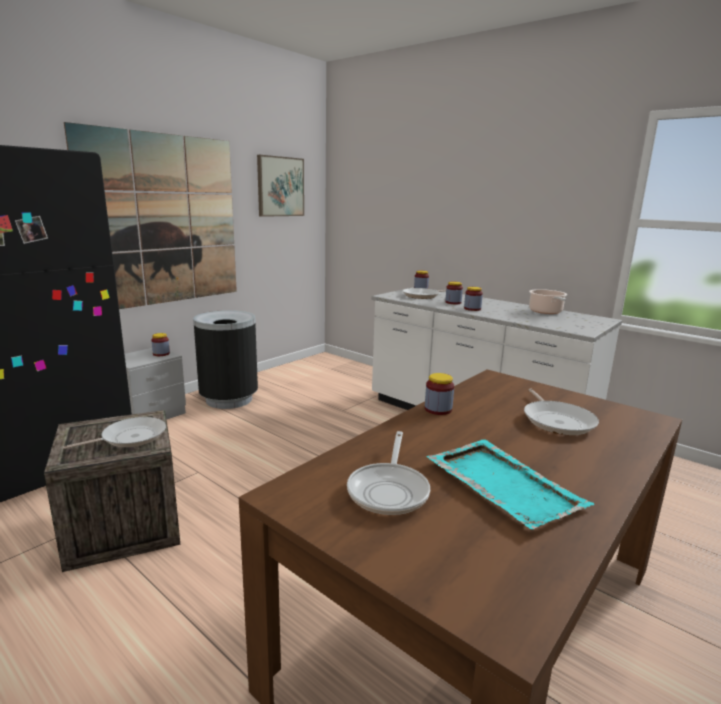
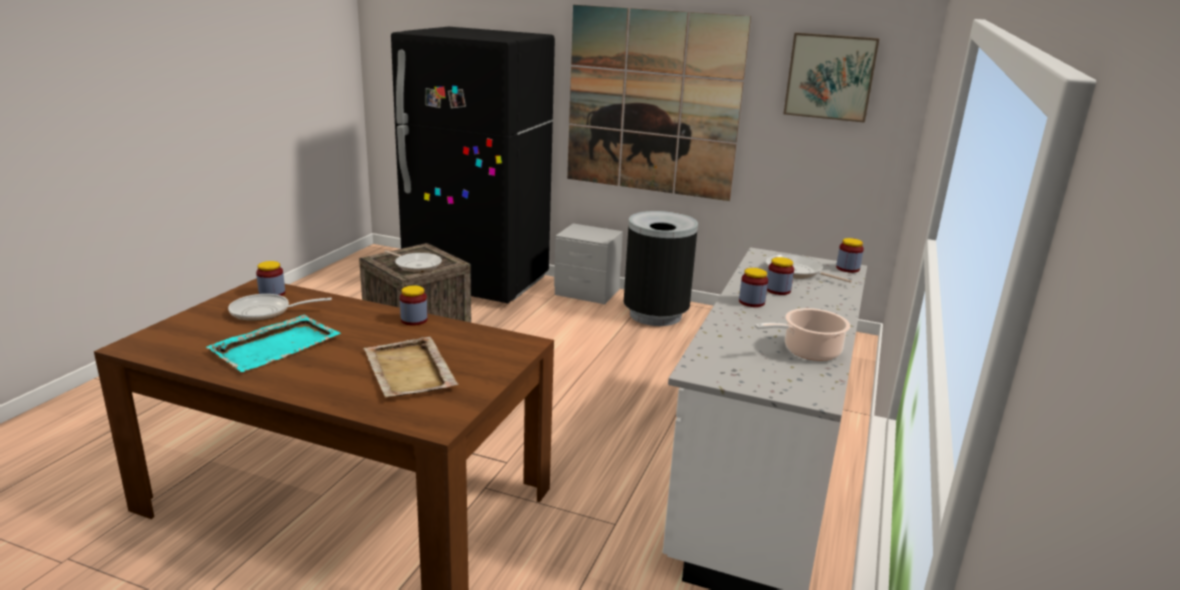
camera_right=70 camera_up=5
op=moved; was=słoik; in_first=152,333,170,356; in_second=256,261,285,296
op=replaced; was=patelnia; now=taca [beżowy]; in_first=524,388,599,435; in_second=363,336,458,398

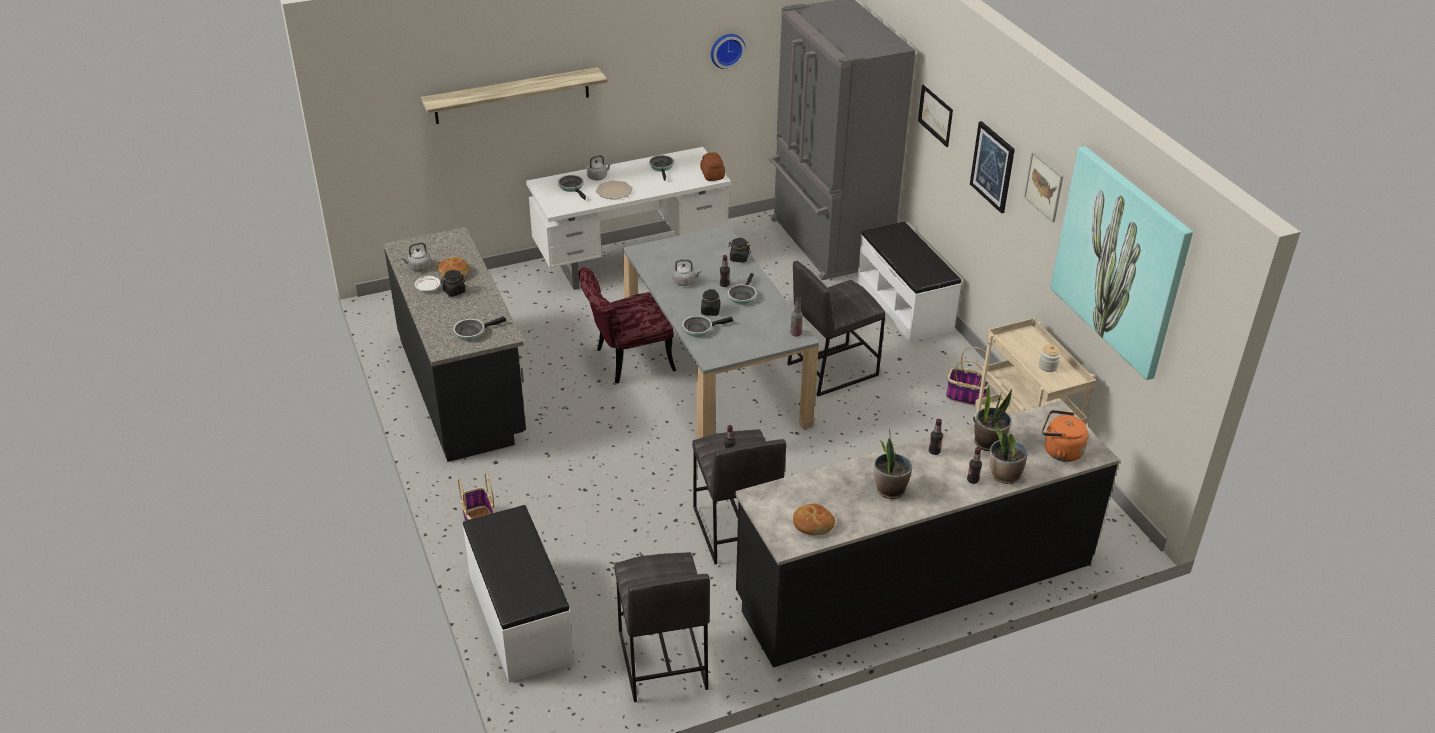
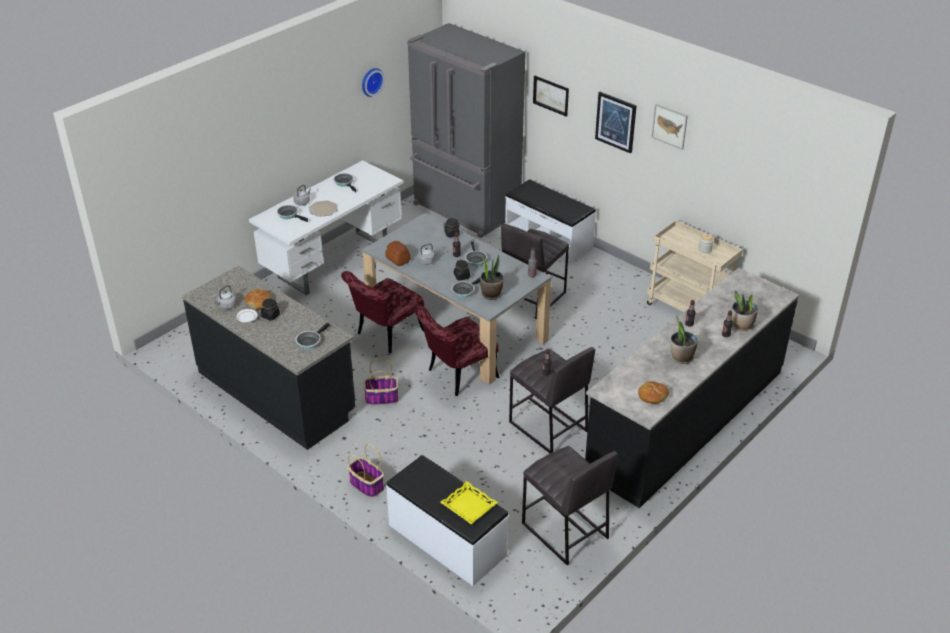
camera_right=-25 camera_up=0
op=removed; was=półka; in_first=421,67,607,124
op=removed; was=czajnik [pomarańczowy]; in_first=1042,410,1088,462
op=removed; was=obraz; in_first=1051,146,1193,380
op=added; now=krzesło [czerwony]; in_second=415,305,500,396
op=added; now=taca [żółty]; in_second=440,481,498,524
op=moved; was=chleb; in_first=700,152,725,181; in_second=385,241,411,266
op=moved; was=koszyk; in_first=946,347,990,406; in_second=363,358,398,405
op=moved; was=roślina doniczkowa; in_first=974,383,1012,451; in_second=480,254,504,300

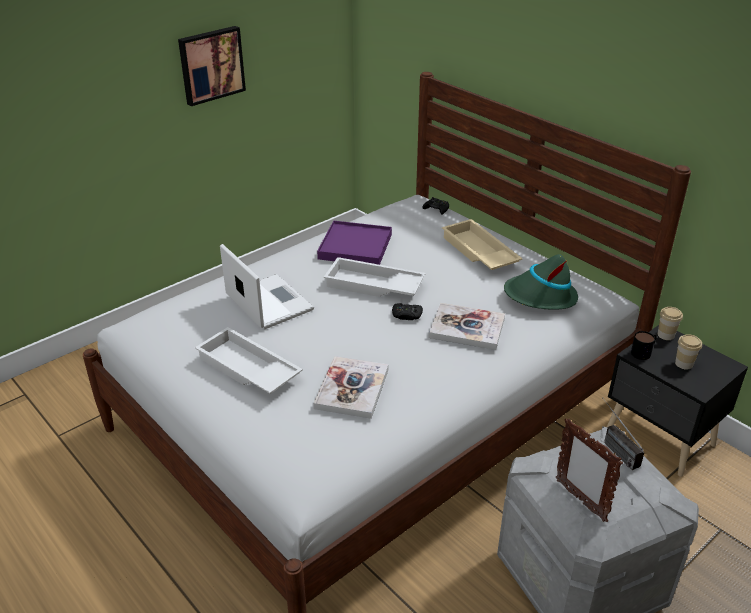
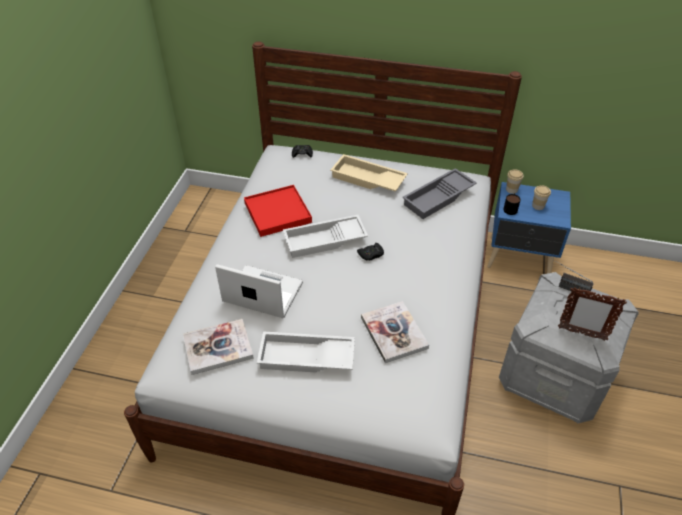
camera_right=-35 camera_up=10
op=removed; was=obraz; in_first=178,26,246,106
op=moved; was=książka; in_first=428,303,505,350; in_second=183,319,254,375
op=replaced; was=kapelusz [zielony]; now=taca [szary]; in_first=504,254,578,310; in_second=402,168,477,219
op=recoloured; was=taca [fioletowy]; now=taca [czerwony]; in_first=317,221,392,265; in_second=244,185,312,237
op=recoloured; was=szafka nocna [czarny]; now=szafka nocna [niebieski]; in_first=607,325,748,477; in_second=487,182,571,274

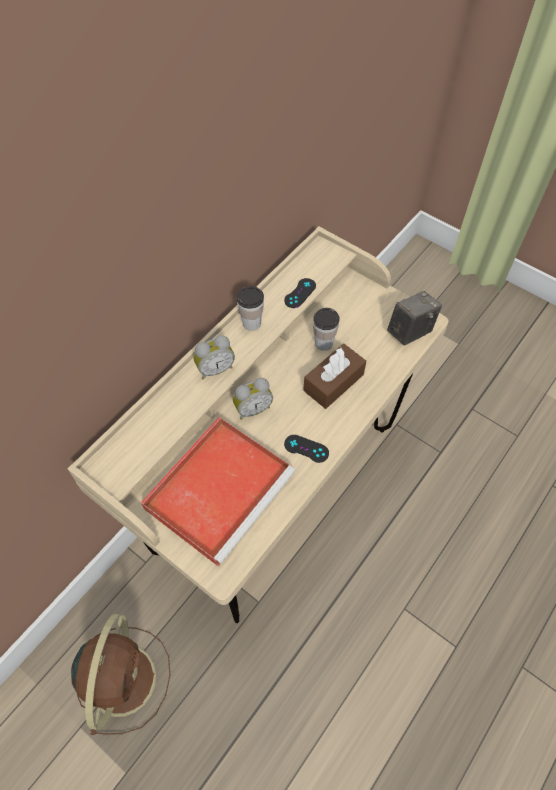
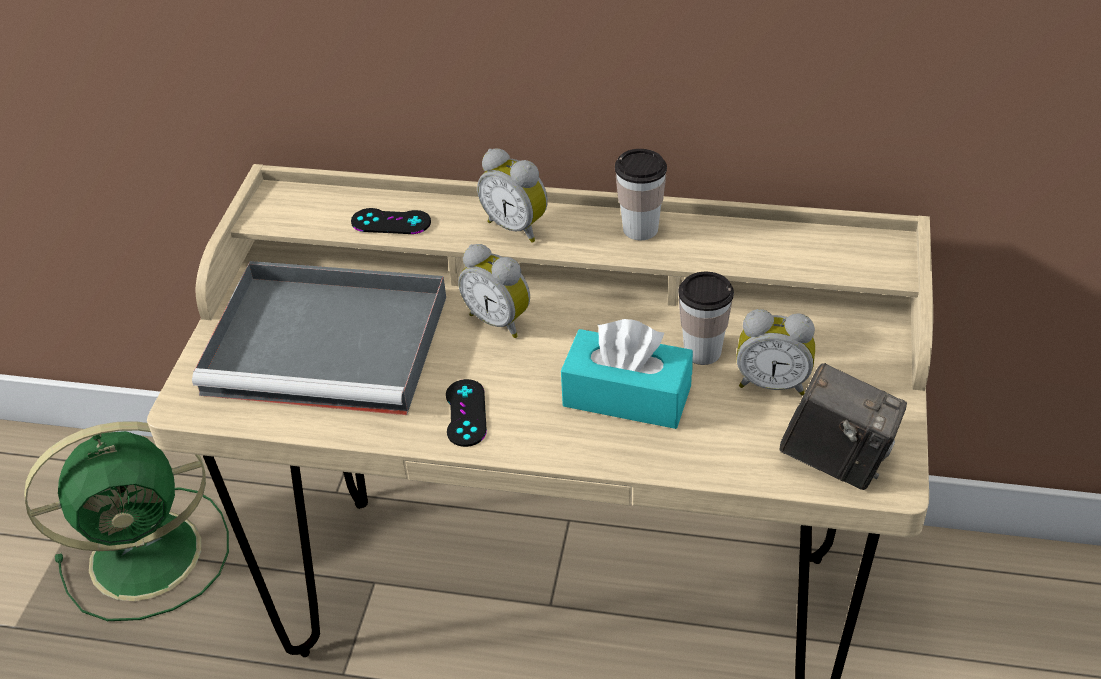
camera_right=65 camera_up=-15
op=added; now=budzik; in_second=736,309,815,395
op=moved; was=pad do gier [czarny]; in_first=284,278,316,308; in_second=351,208,431,234
op=recoloured; was=wentylator [brązowy]; now=wentylator [zielony]; in_first=71,614,170,735; in_second=24,421,229,621
op=recoloured; was=taca [czerwony]; now=taca [szary]; in_first=141,417,295,567; in_second=192,261,446,415
op=recoloured; was=pudełko chusteczek [brązowy]; now=pudełko chusteczek [turkusowy]; in_first=303,344,366,409; in_second=561,319,693,429

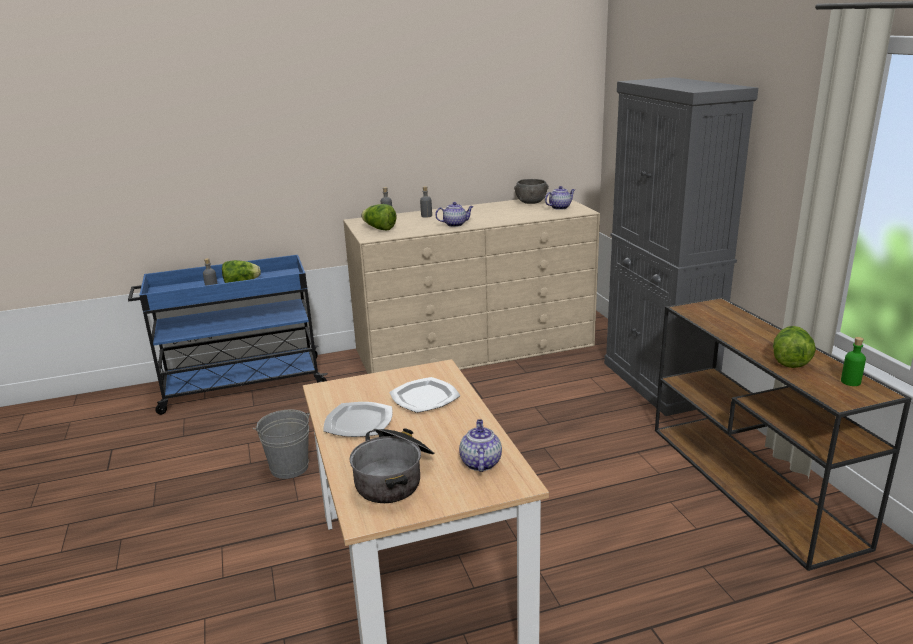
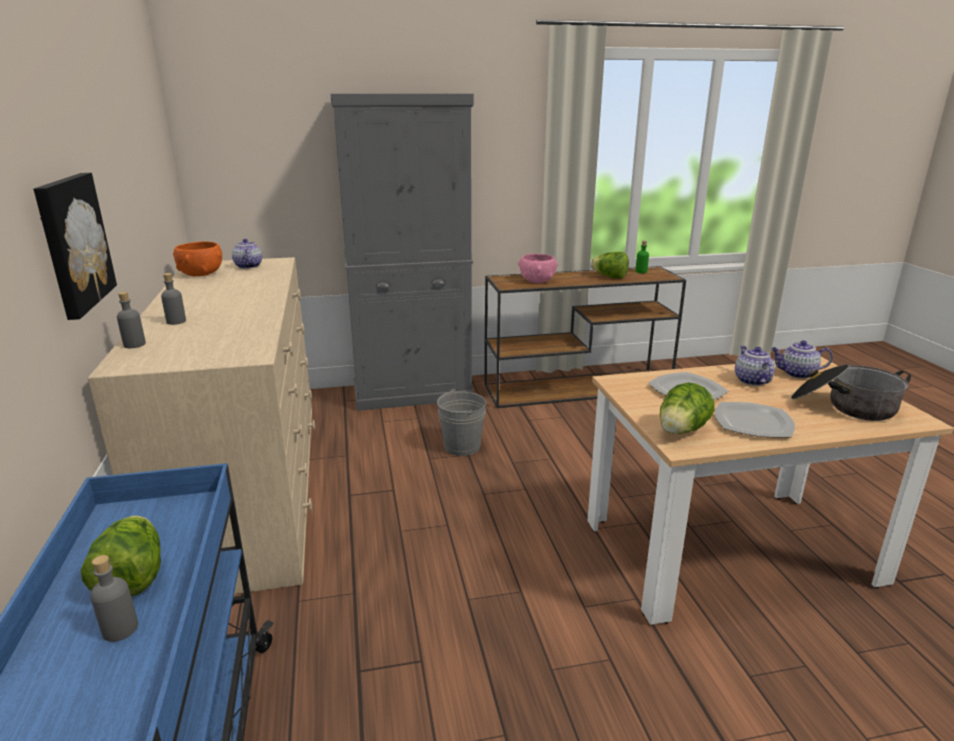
camera_right=-85 camera_up=0
op=added; now=obraz; in_second=33,173,117,320
op=added; now=miska [różowy]; in_second=518,254,558,283
op=moved; was=wiadro [szary]; in_first=253,410,310,479; in_second=437,389,486,456
op=moved; was=sałata; in_first=361,204,396,231; in_second=660,382,715,434
op=moved; was=imbryk; in_first=435,202,474,227; in_second=735,346,775,386
op=recoloured; was=miska [szary]; now=miska [pomarańczowy]; in_first=514,179,549,204; in_second=173,241,222,276

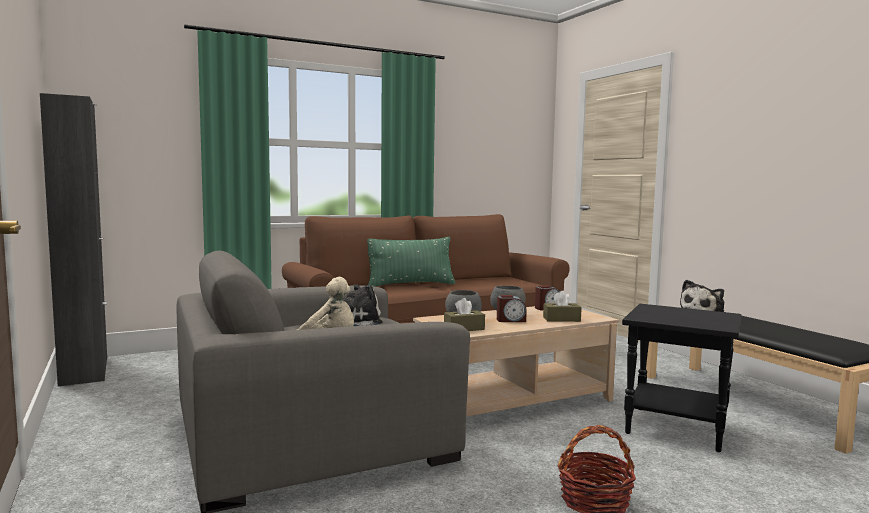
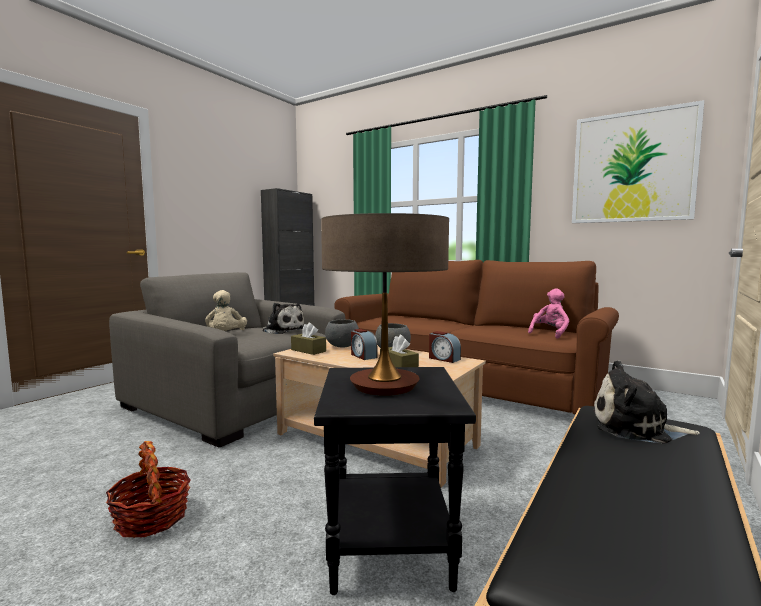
camera_right=60 camera_up=0
op=removed; was=poduszka [zielony]; in_first=367,237,456,287
op=added; now=lampa stołowa; in_second=321,213,449,396
op=added; now=pluszak [różowy]; in_second=528,288,570,339
op=added; now=obraz; in_second=572,100,705,223

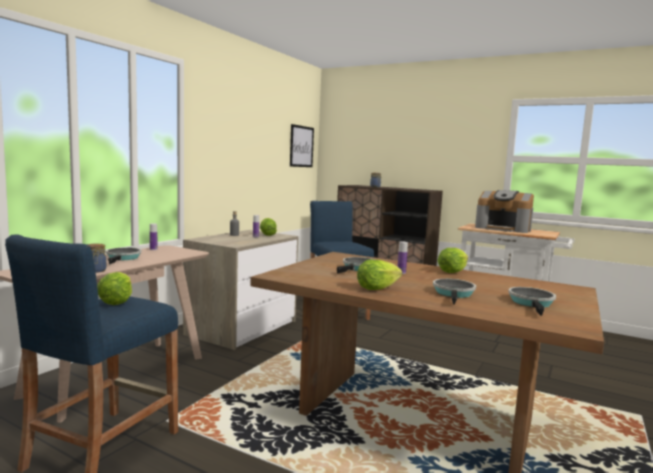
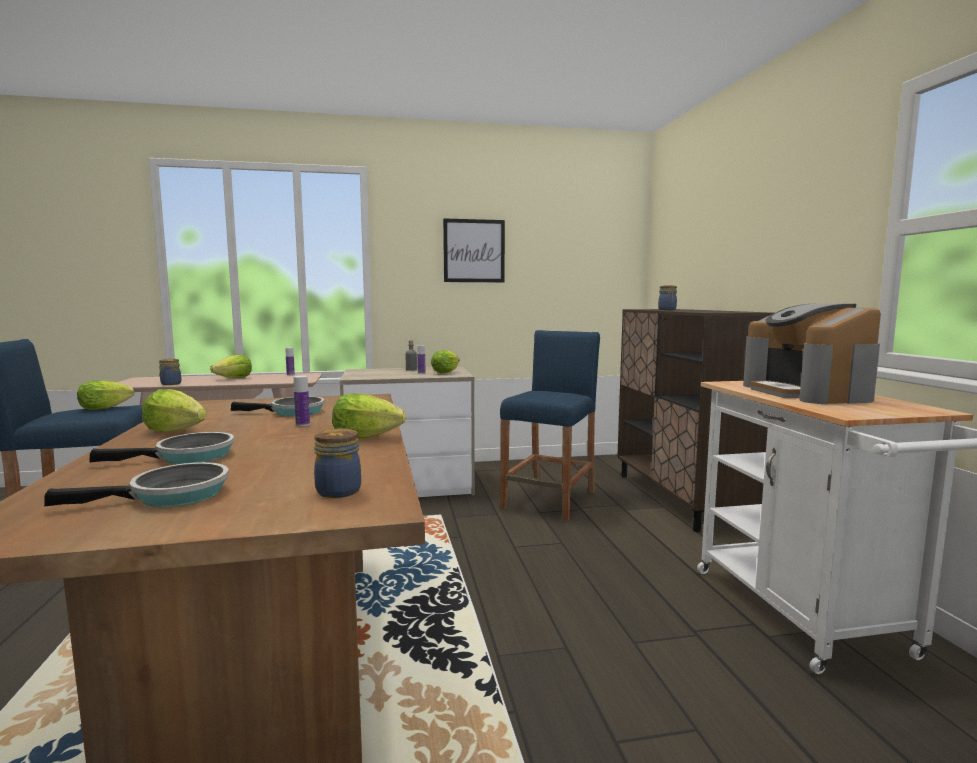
camera_right=50 camera_up=0
op=added; now=słoik; in_second=314,429,361,498
op=moved; was=obraz; in_first=290,124,314,167; in_second=443,218,505,282
op=replaced; was=patelnia; now=sałata; in_first=106,248,142,264; in_second=210,355,252,378

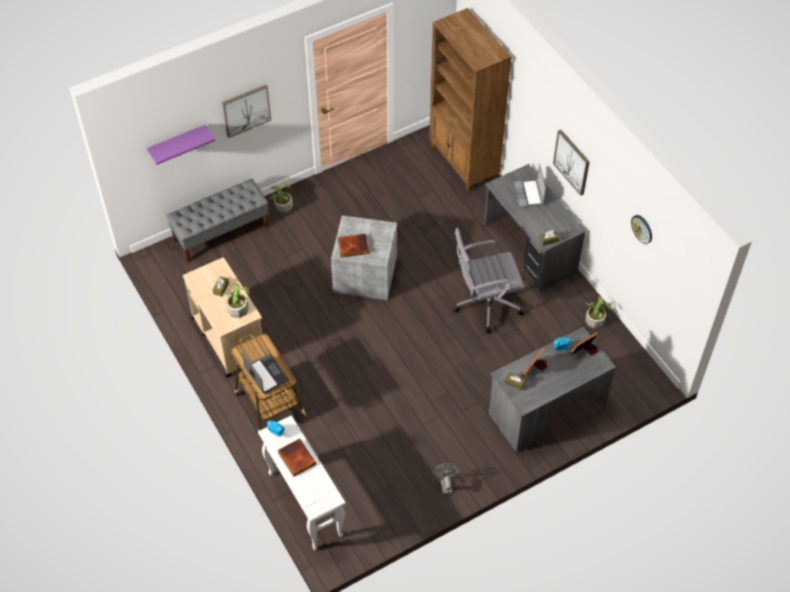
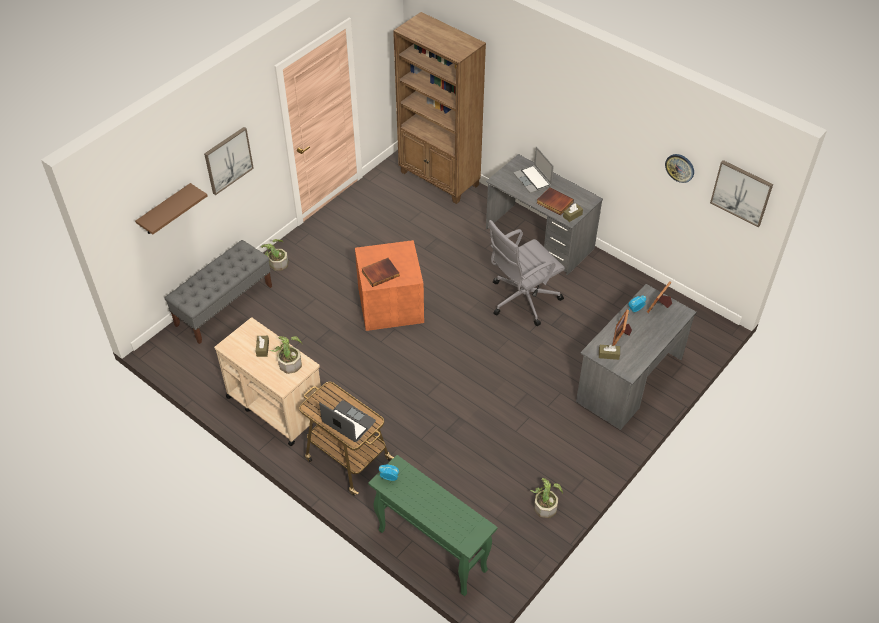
camera_right=-20 camera_up=-5
op=removed; was=wentylator [szary]; in_first=432,463,460,494
op=moved; was=książka; in_first=278,439,316,477; in_second=537,187,574,215
op=moved; was=obraz; in_first=553,130,590,196; in_second=710,160,773,227
op=moved; was=roślina doniczkowa; in_first=585,296,611,329; in_second=530,478,563,518
op=recoloured; was=półka [fioletowy]; now=półka [brązowy]; in_first=147,125,215,165; in_second=135,183,208,235
op=recoloured; was=stolik konsolowy [biały]; now=stolik konsolowy [zielony]; in_first=258,415,346,551; in_second=368,455,497,596
op=recoloured; was=pojemnik do przechowywania [szary]; now=pojemnik do przechowywania [pomarańczowy]; in_first=331,215,397,300; in_second=355,240,424,331

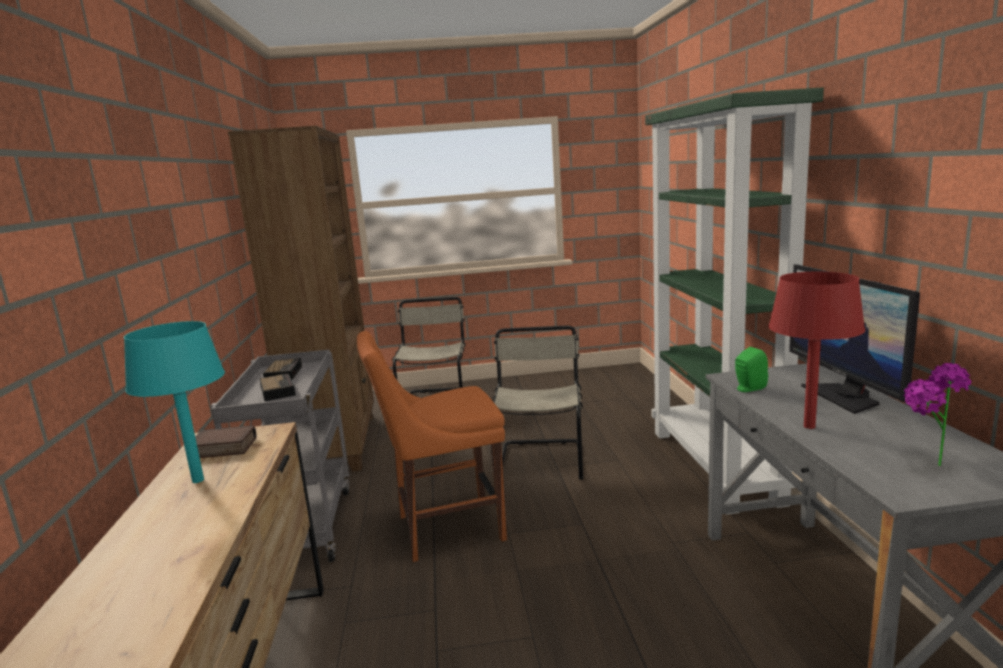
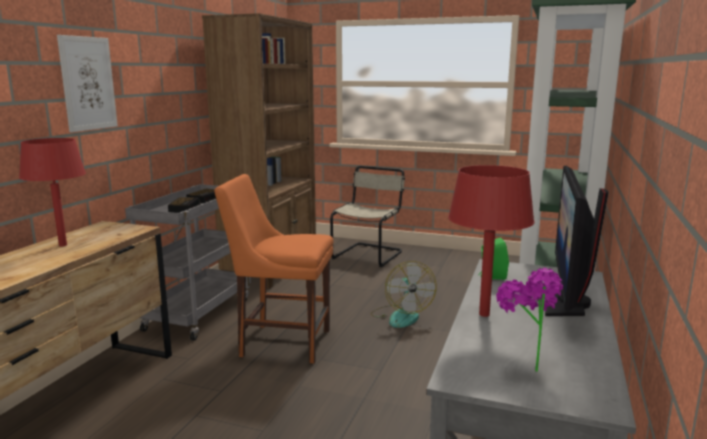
camera_right=25 camera_up=0
op=removed; was=książka; in_first=195,426,256,458
op=added; now=obraz; in_second=57,35,118,132
op=replaced; was=krzesło [beżowy]; now=wentylator; in_first=492,326,583,480; in_second=371,261,437,328
op=recoloured; was=lampa stołowa [turkusowy]; now=lampa stołowa [czerwony]; in_first=124,321,225,483; in_second=19,138,86,246

